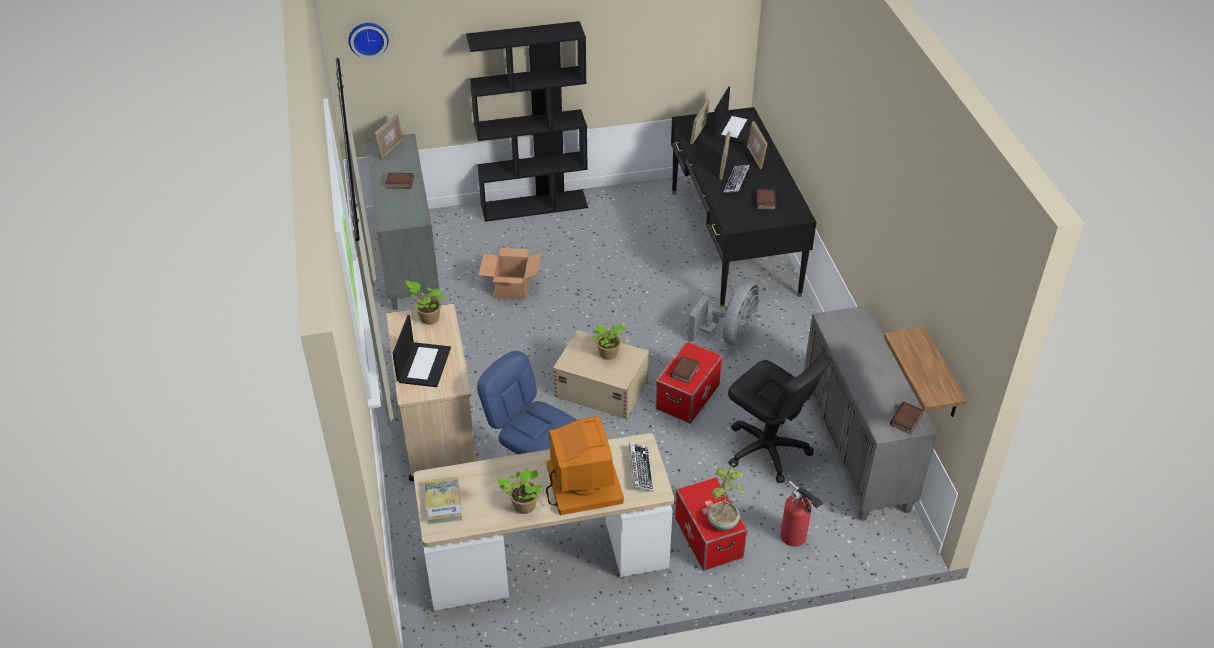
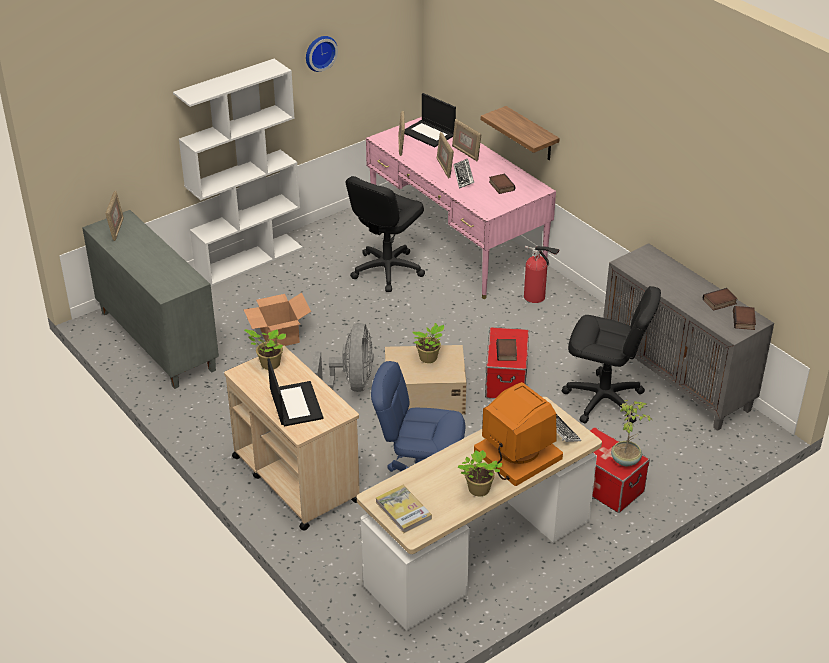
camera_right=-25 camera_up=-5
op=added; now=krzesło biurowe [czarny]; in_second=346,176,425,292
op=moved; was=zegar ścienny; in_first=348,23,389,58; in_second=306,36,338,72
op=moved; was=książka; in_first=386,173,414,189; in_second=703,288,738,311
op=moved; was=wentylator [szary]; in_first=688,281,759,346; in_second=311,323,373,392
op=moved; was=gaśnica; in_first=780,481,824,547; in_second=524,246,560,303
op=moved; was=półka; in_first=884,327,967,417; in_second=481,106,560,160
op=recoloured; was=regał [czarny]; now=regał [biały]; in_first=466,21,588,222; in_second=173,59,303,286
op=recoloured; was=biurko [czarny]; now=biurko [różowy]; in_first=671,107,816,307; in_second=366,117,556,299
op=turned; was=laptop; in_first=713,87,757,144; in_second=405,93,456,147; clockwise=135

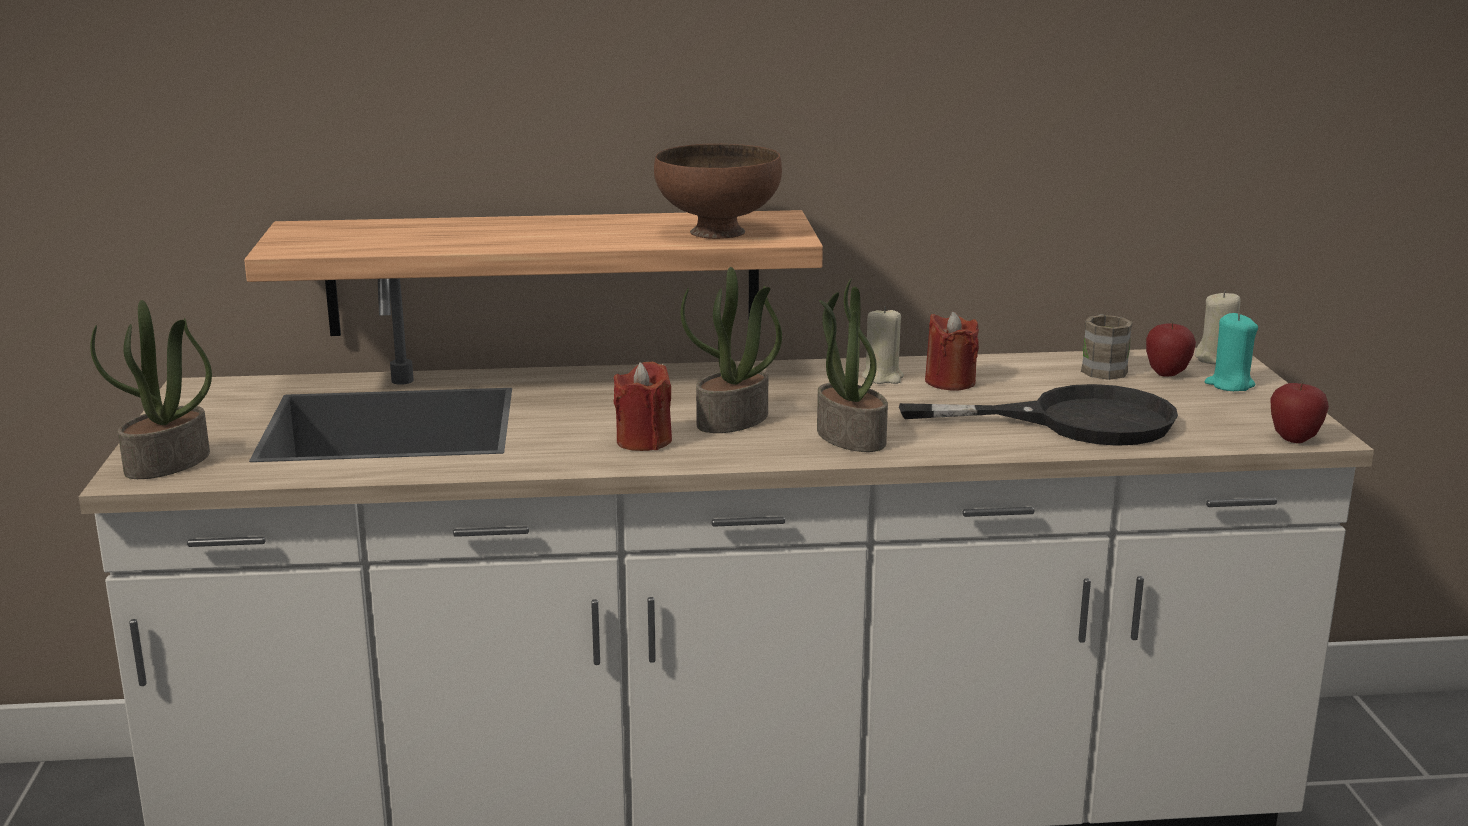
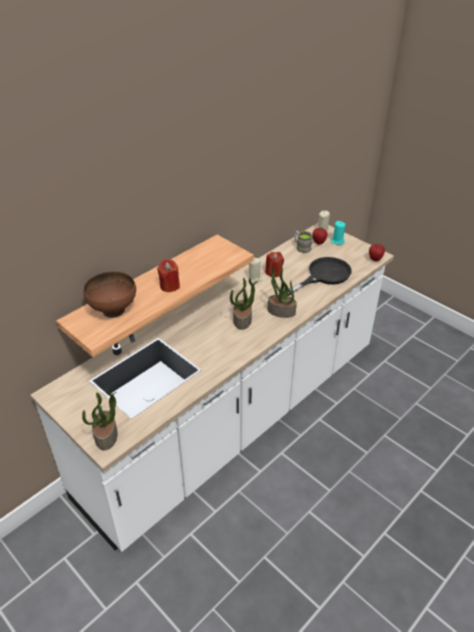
camera_right=-40 camera_up=20
op=moved; was=świeca [czerwony]; in_first=614,362,672,451; in_second=157,259,180,292
op=moved; was=miska [brązowy]; in_first=654,144,782,239; in_second=83,271,136,318

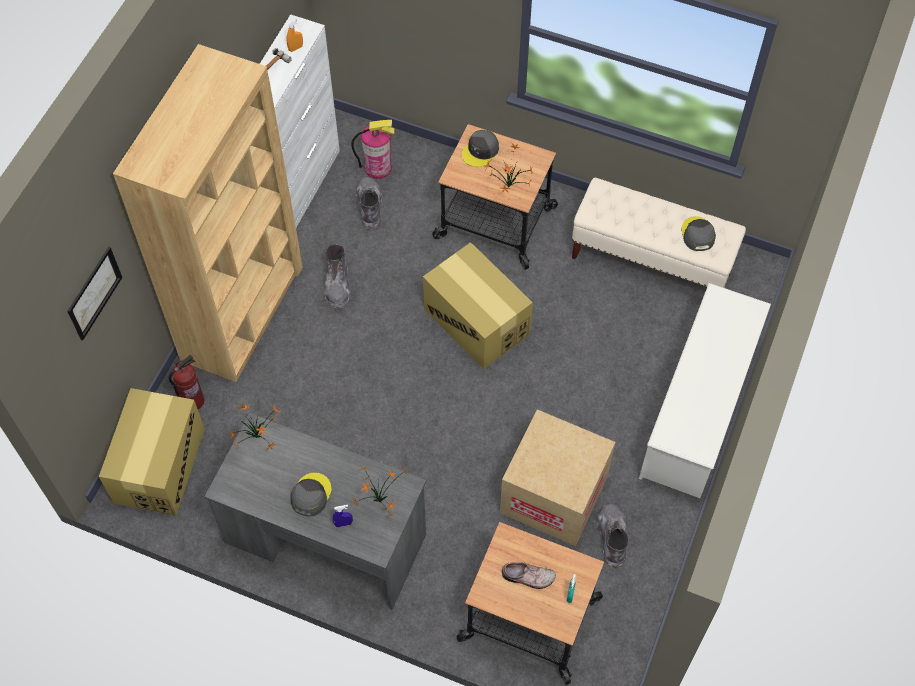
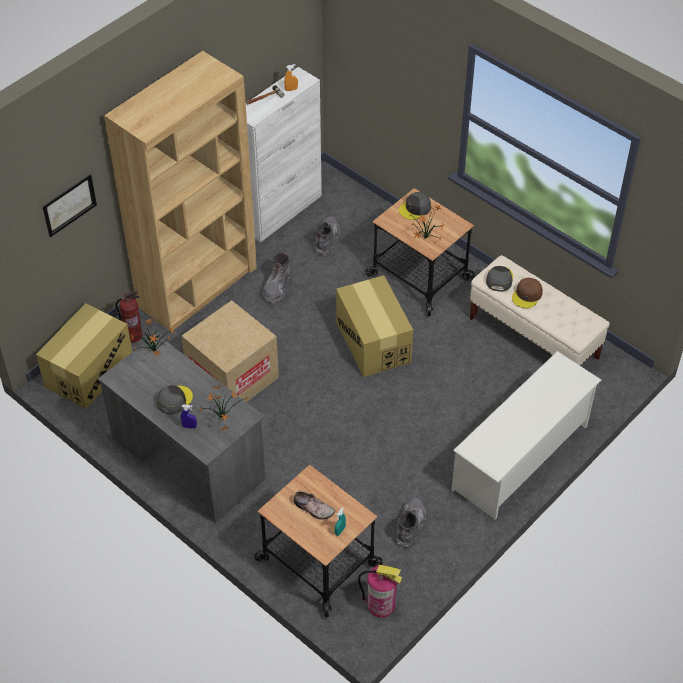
camera_right=20 camera_up=-10
op=added; now=czapka z daszkiem [brązowy]; in_second=512,278,543,308
op=moved; was=gaśnica; in_first=351,120,395,179; in_second=358,565,402,618
op=moved; was=karton; in_first=500,409,616,546; in_second=182,300,279,402
op=moved; was=czapka z daszkiem [szary]; in_first=681,216,716,251; in_second=486,266,513,292

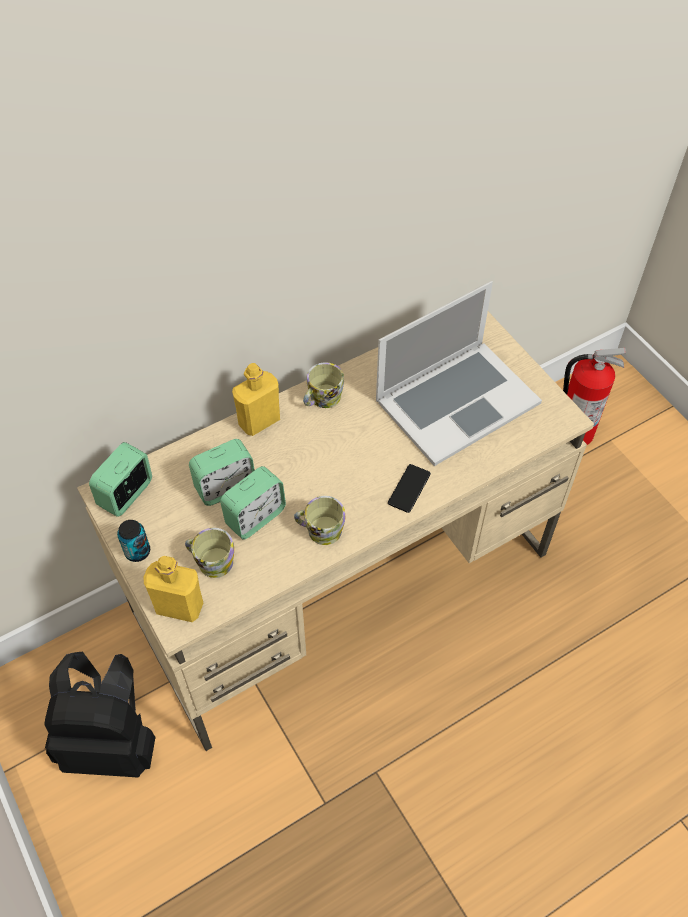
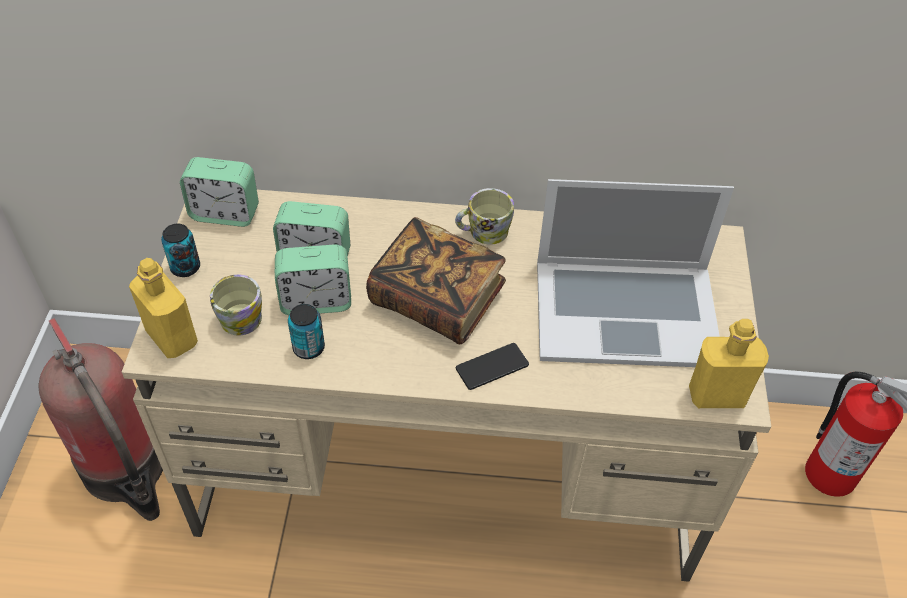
camera_right=35 camera_up=-5
op=removed; was=kubek; in_first=294,496,345,545
op=added; now=puszka; in_second=288,304,325,359
op=added; now=książka; in_second=366,217,506,344
op=moved; was=butelka [żółty]; in_first=232,363,280,436; in_second=689,319,769,408
op=replaced; was=plecak [czarny]; now=gaśnica; in_first=44,652,156,777; in_second=38,318,163,521
op=turned; was=budzik; in_first=89,442,152,517; in_second=180,157,259,227; clockwise=-150

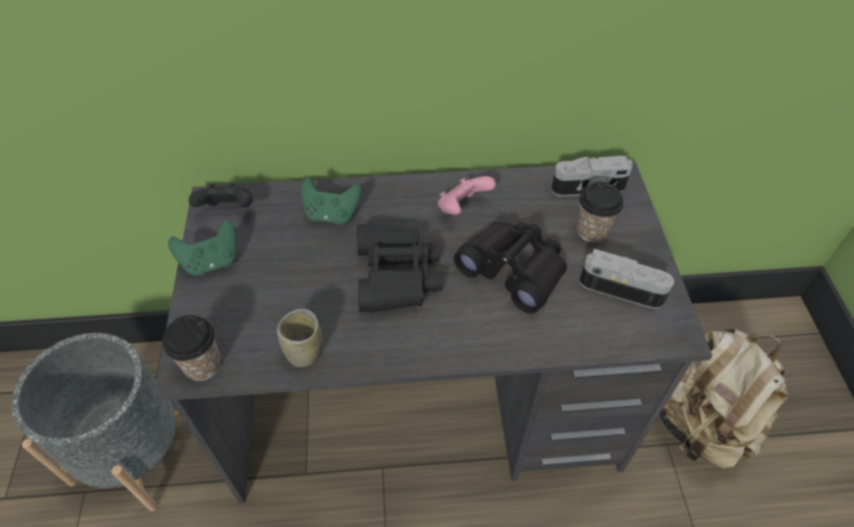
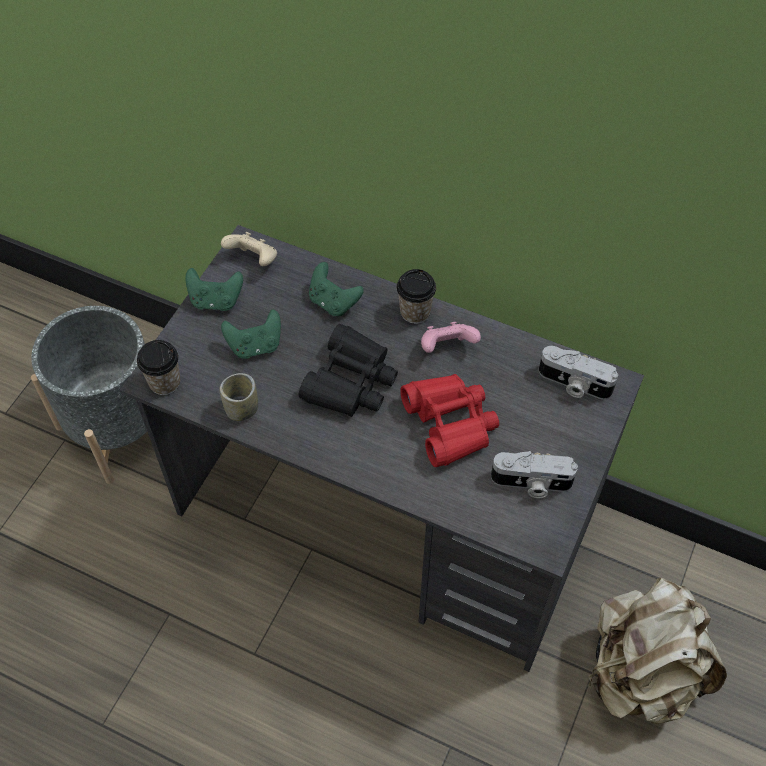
camera_right=30 camera_up=5
op=added; now=pad do gier [zielony]; in_second=221,309,281,359
op=moved; was=filiżanka; in_first=577,182,623,243; in_second=397,269,436,324
op=recoloured; was=pad do gier [czarny]; now=pad do gier [beżowy]; in_first=189,183,253,207; in_second=221,232,277,266
op=recoloured; was=lornetka [czarny]; now=lornetka [czerwony]; in_first=454,222,567,314; in_second=400,374,499,467
op=turned; was=aparat fotograficzny; in_first=579,249,674,309; in_second=491,451,578,498; clockwise=135

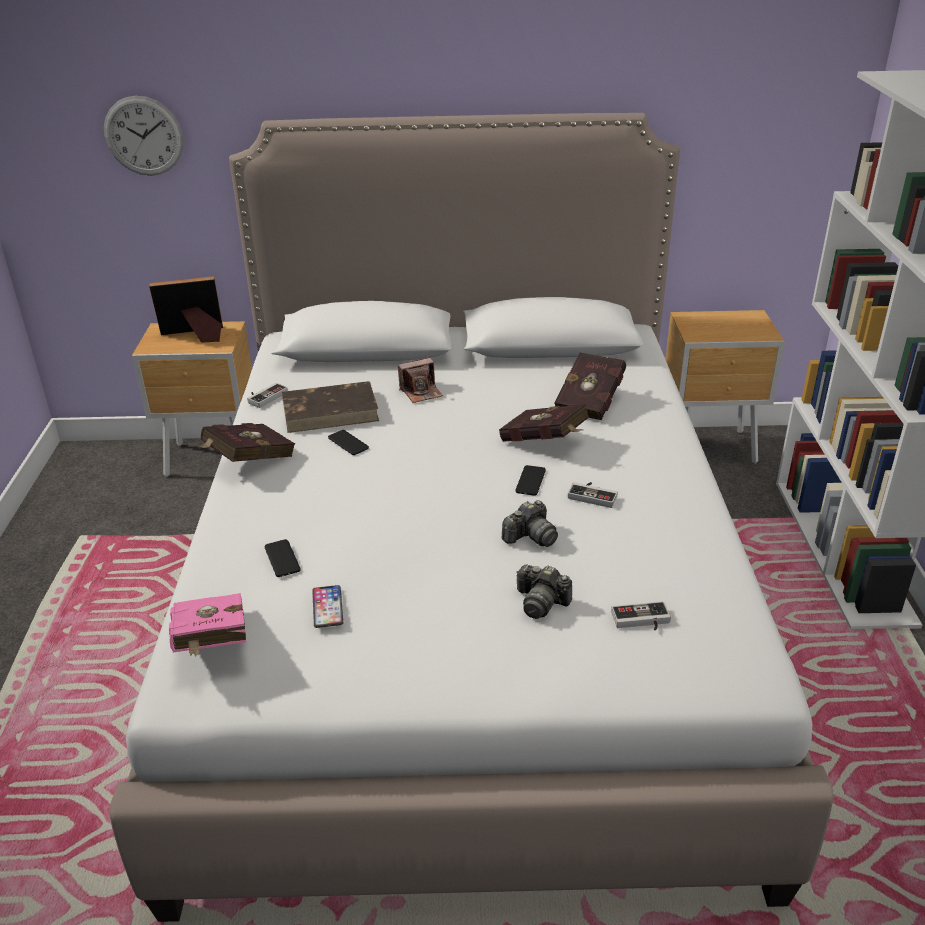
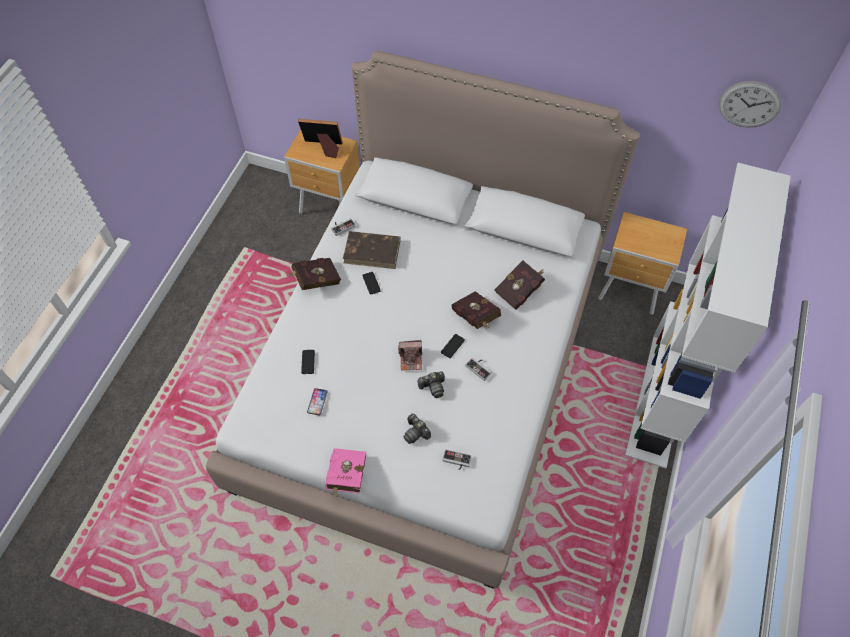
camera_right=20 camera_up=25
op=moved; was=zegar ścienny; in_first=104,96,183,176; in_second=719,81,781,128
op=moved; was=książka [różowy]; in_first=169,593,246,656; in_second=325,448,366,497
op=moved; was=aparat fotograficzny; in_first=398,357,443,403; in_second=398,340,422,370

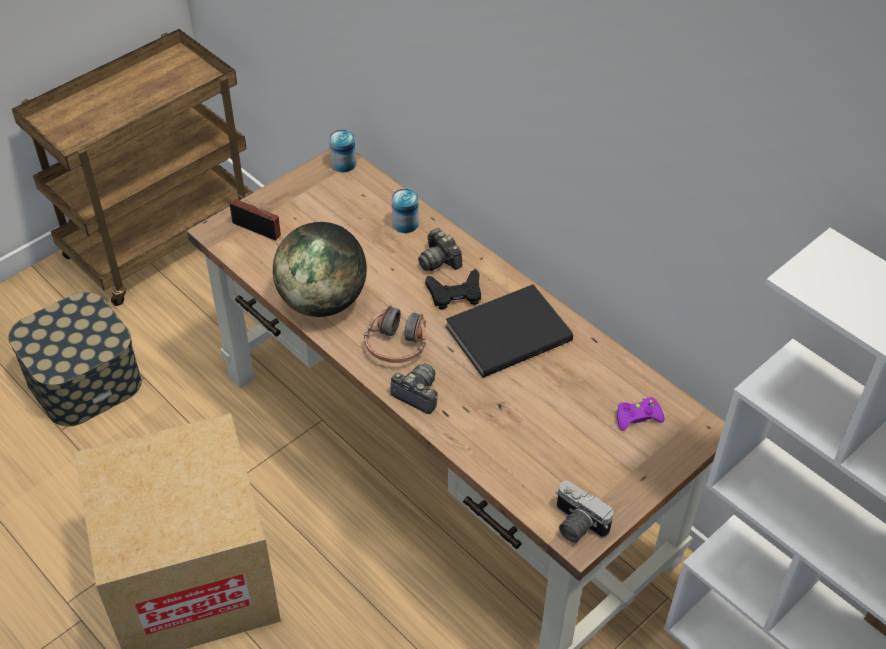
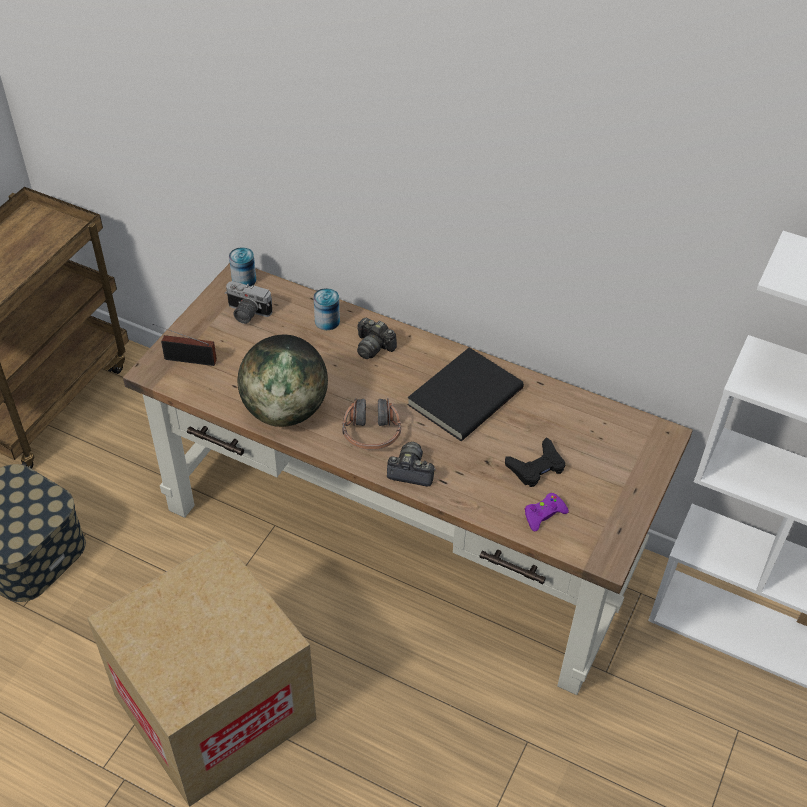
camera_right=-20 camera_up=0
op=moved; was=pad do gier [czarny]; in_first=425,269,481,310; in_second=505,437,566,487
op=moved; was=aparat fotograficzny; in_first=555,481,614,543; in_second=225,281,272,324
op=moved; was=pad do gier [fioletowy]; in_first=617,397,665,431; in_second=524,493,569,531

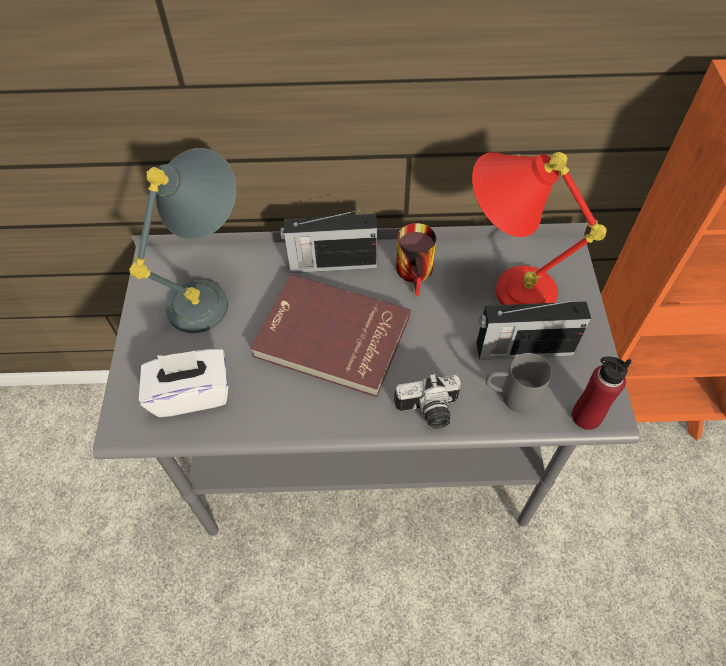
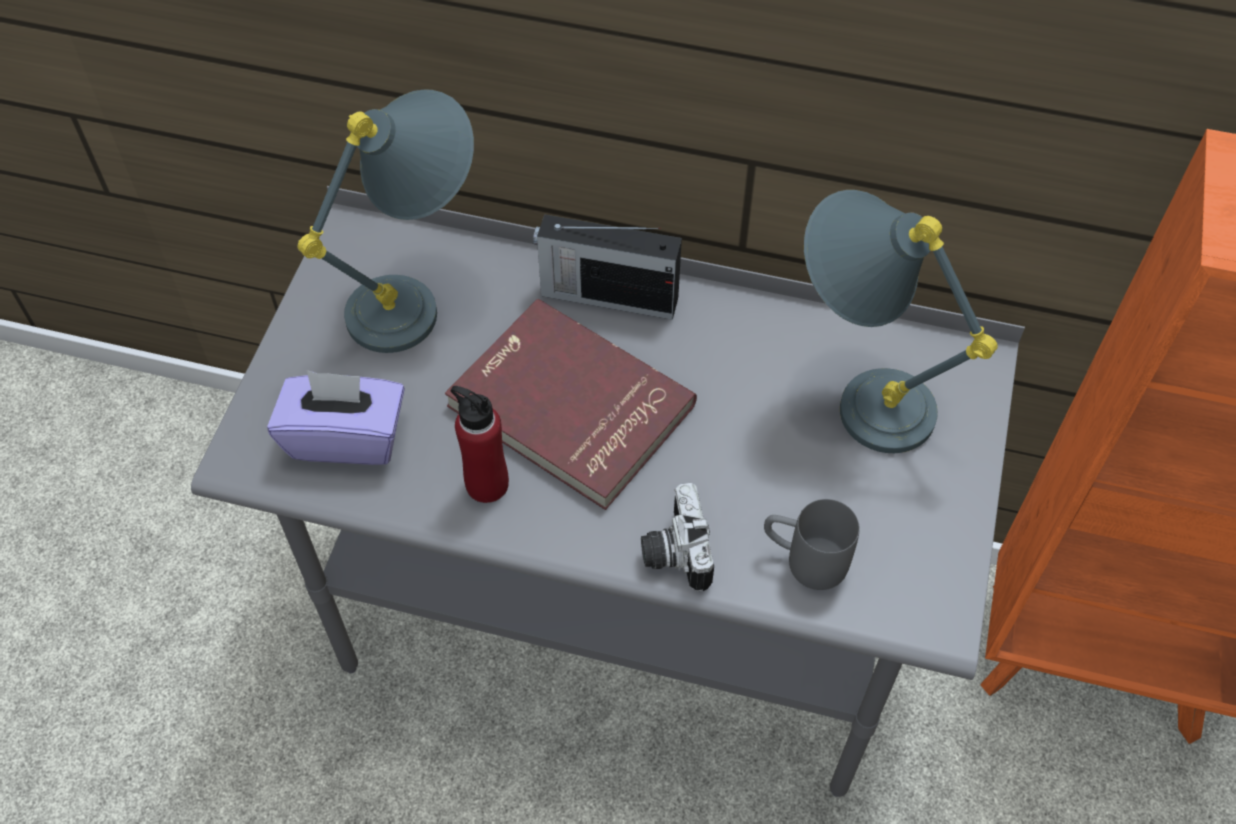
camera_right=15 camera_up=0
op=removed; was=kubek; in_first=396,223,436,295
op=removed; was=radio; in_first=477,299,591,360
op=moved; was=butelka [czerwony]; in_first=572,356,631,430; in_second=450,386,509,503
op=recoloured; was=pudełko chusteczek [biały]; now=pudełko chusteczek [fioletowy]; in_first=139,349,228,417; in_second=267,370,405,465
op=recoloured; was=lampa stołowa [czerwony]; now=lampa stołowa [szary]; in_first=472,152,607,305; in_second=804,190,998,453
op=turned; was=aparat fotograficzny; in_first=394,374,461,429; in_second=641,483,714,591; clockwise=75

